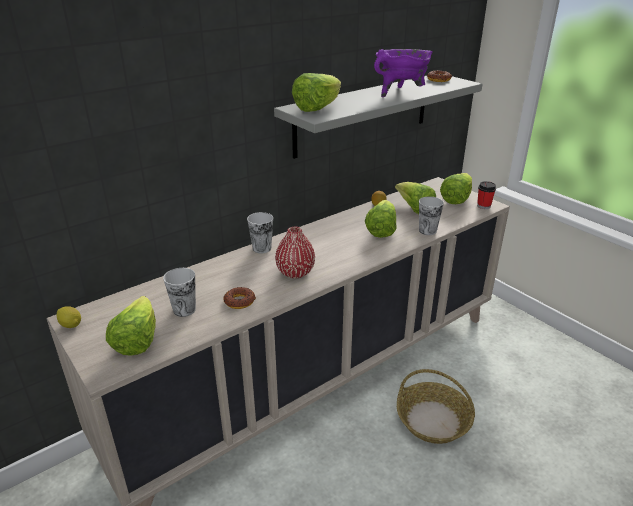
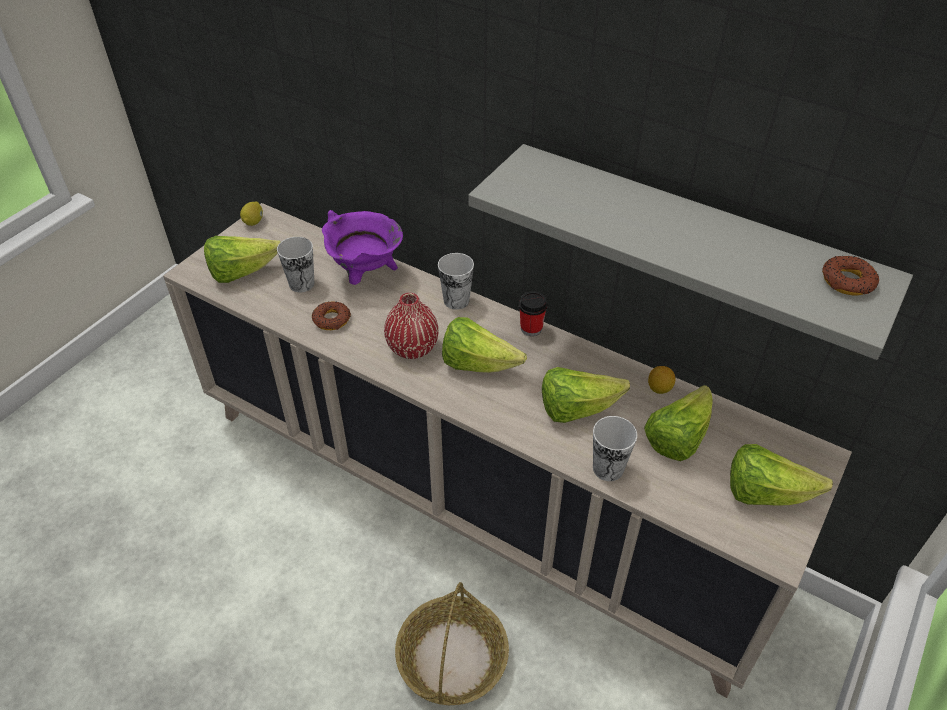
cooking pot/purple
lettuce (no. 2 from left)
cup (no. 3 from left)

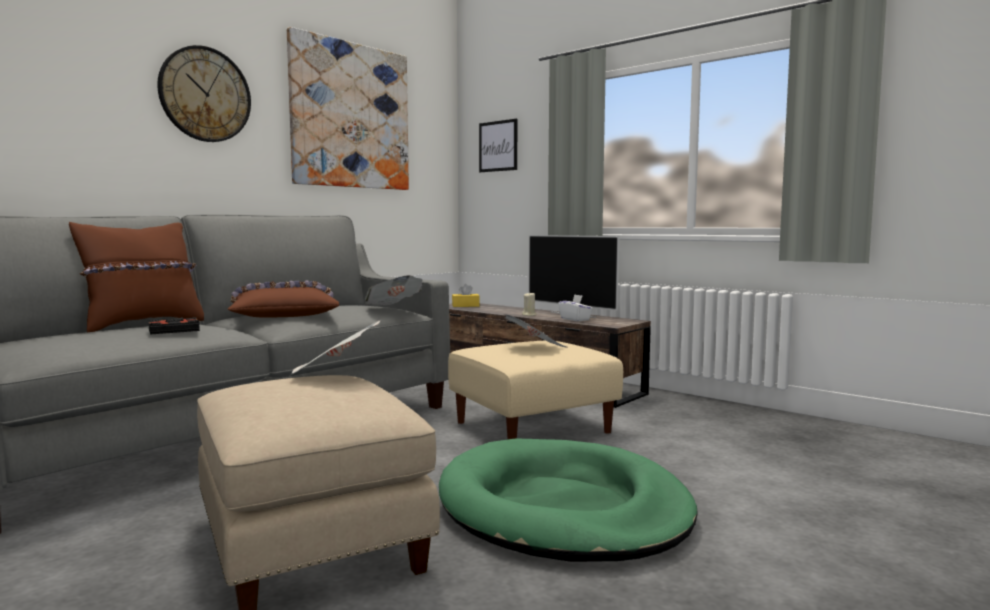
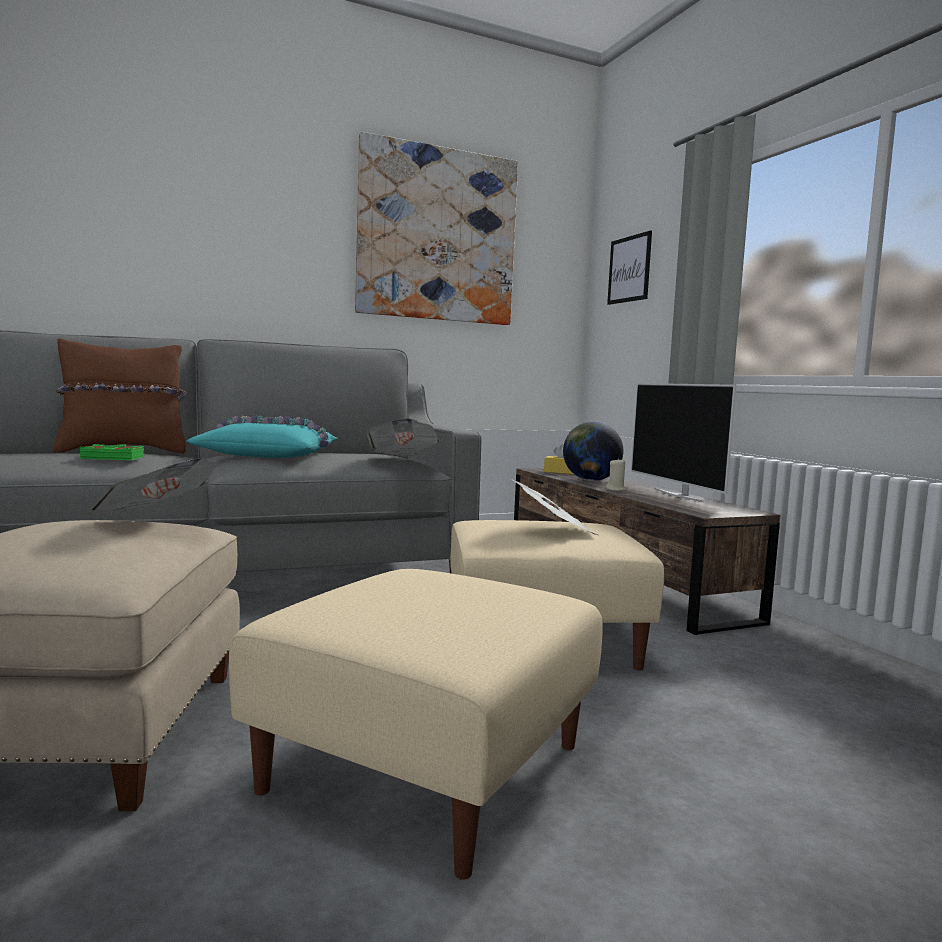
book/green
pillow/turquoise
ottoman/beige (no. 2 from left)
globe
wall clock
tissue box/white

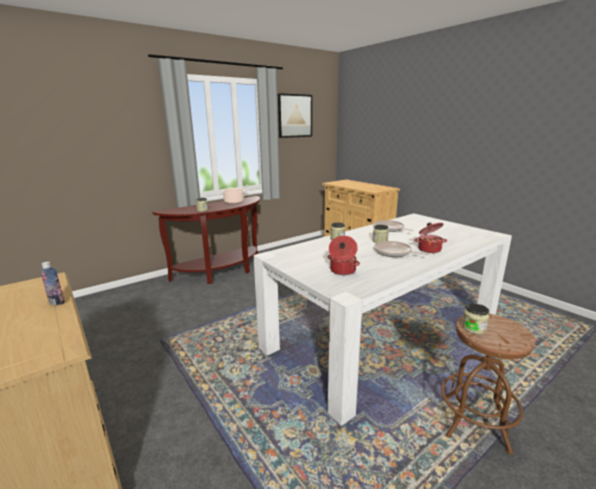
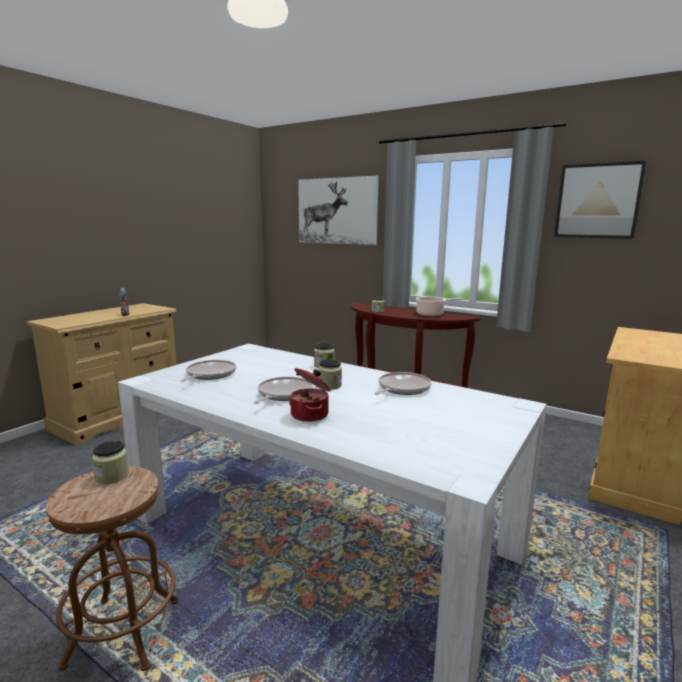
frying pan (no. 1 from left)
picture (no. 1 from left)

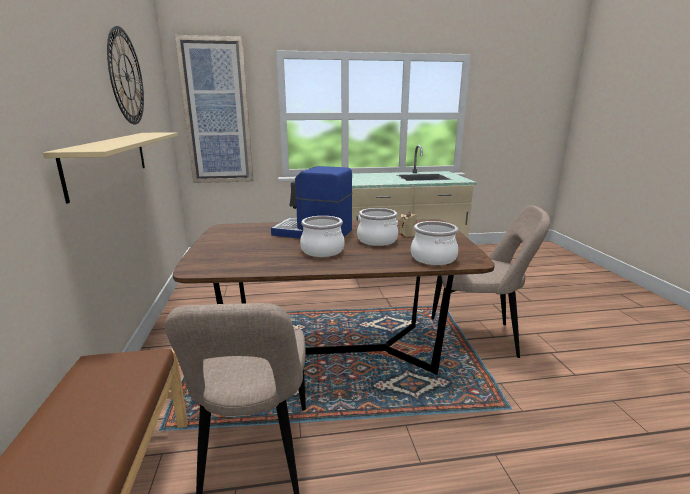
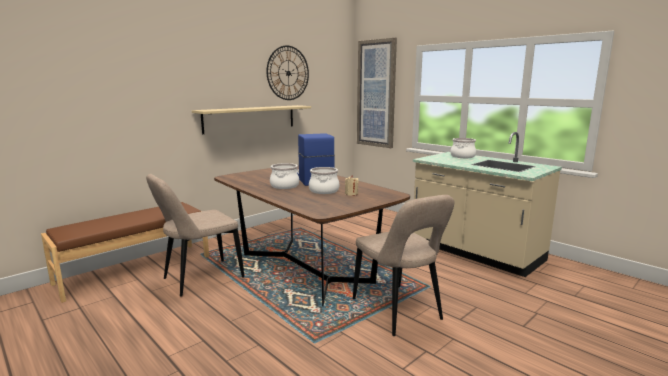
cooking pot (no. 3 from left)

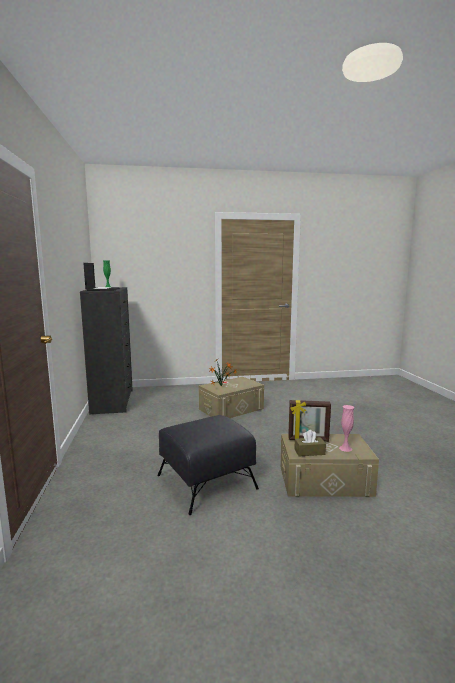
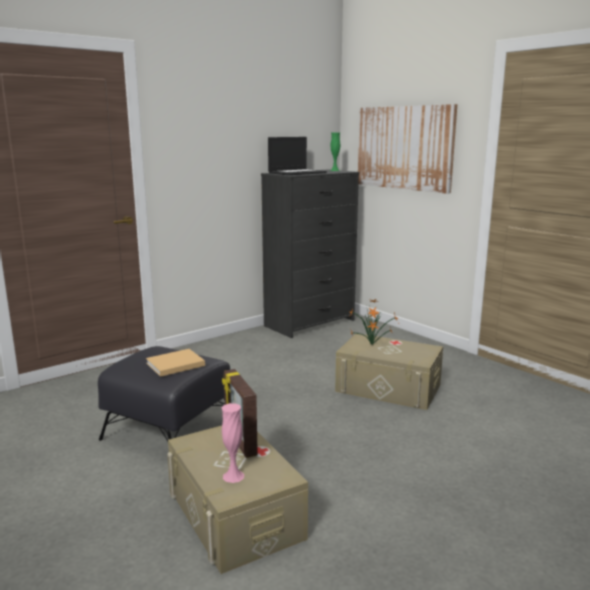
book/beige
picture
tissue box/brown

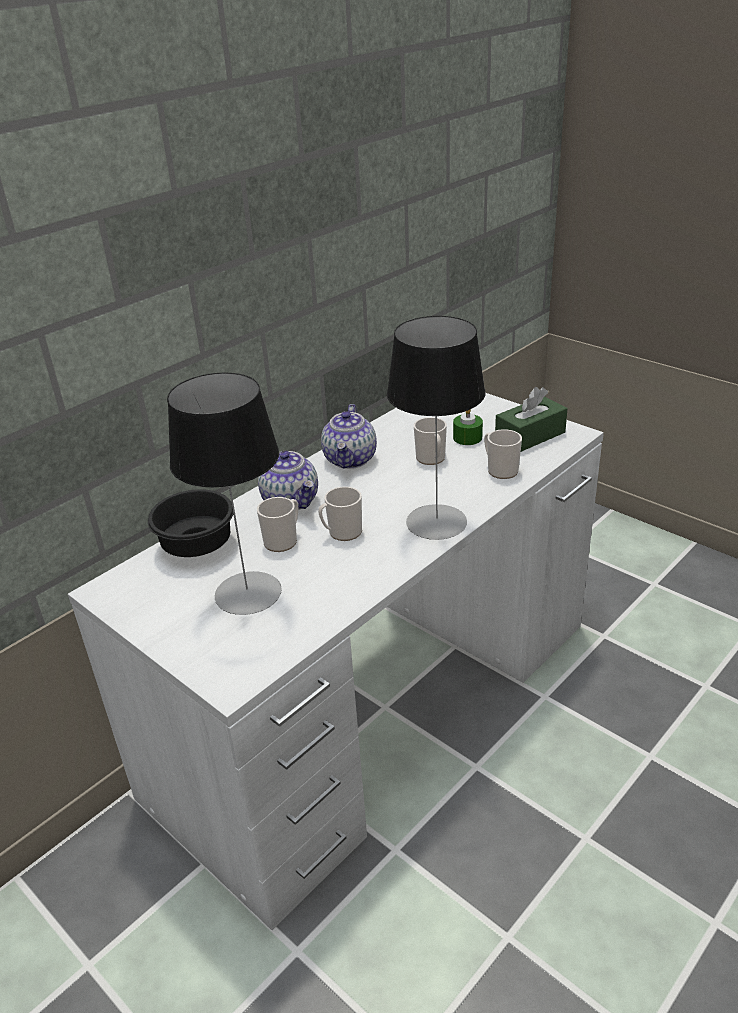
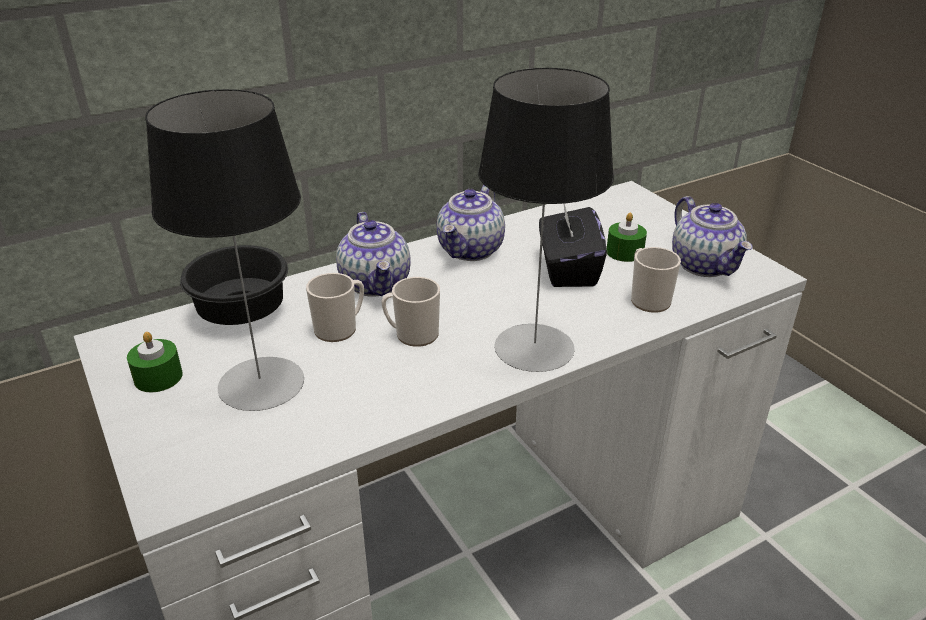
candle/green (no. 1 from left)
tissue box/black
teapot (no. 3 from left)

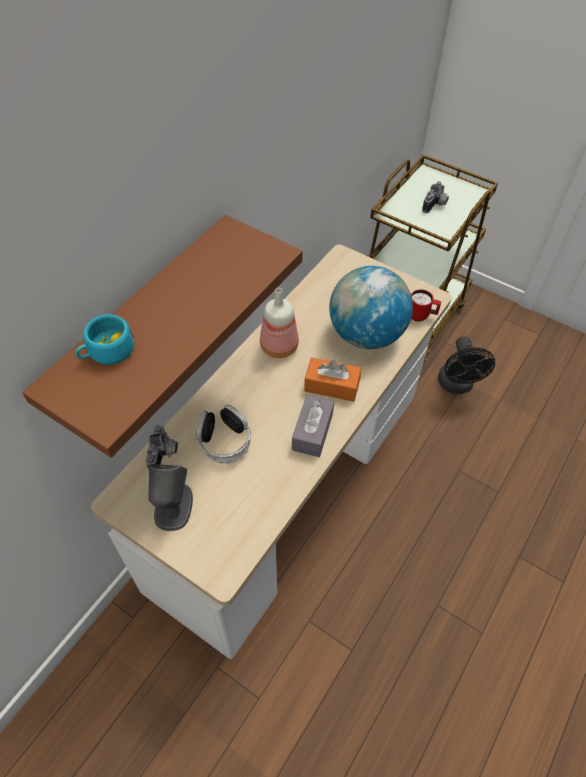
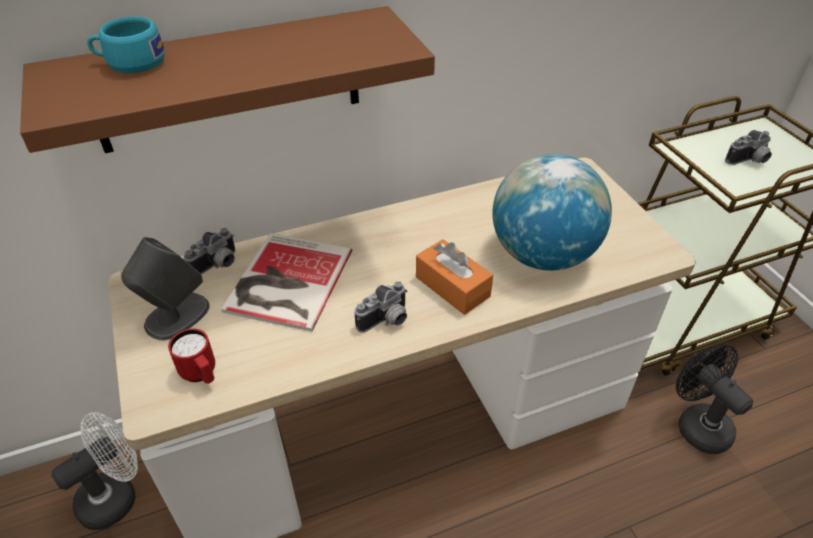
fan/white
mug/red
book
photo camera (no. 2 from left)
fan/black
bottle

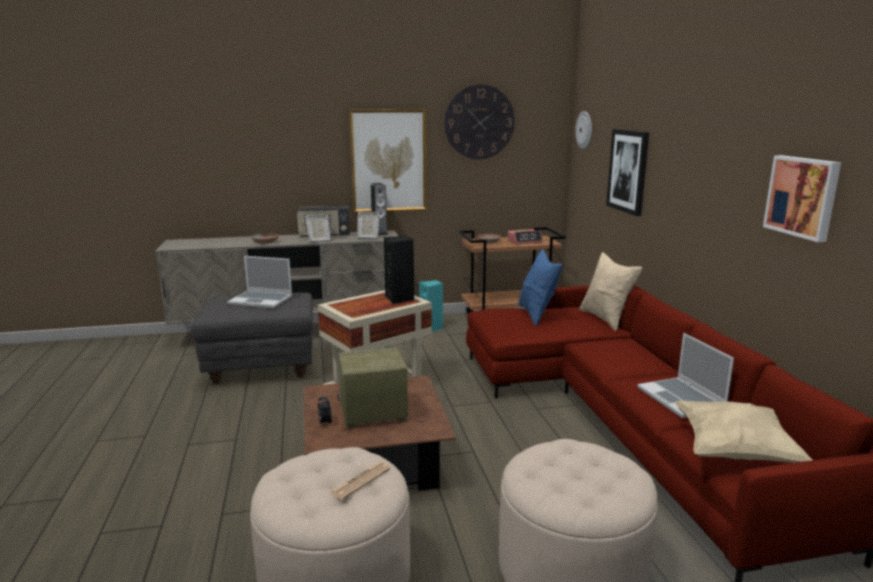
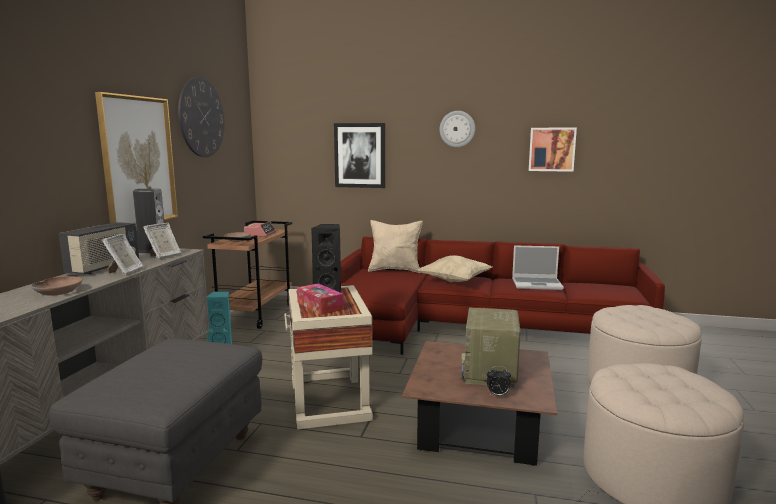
tissue box
pillow/beige (no. 2 from left)
wall clock (no. 2 from left)
laptop (no. 1 from left in the first image)
newspaper
pillow/blue

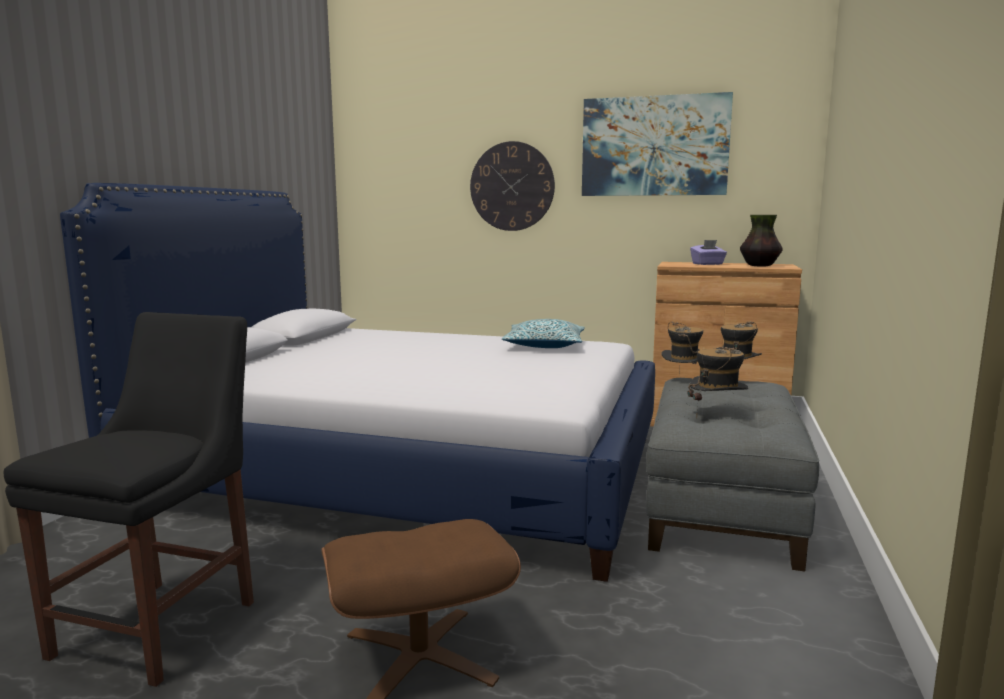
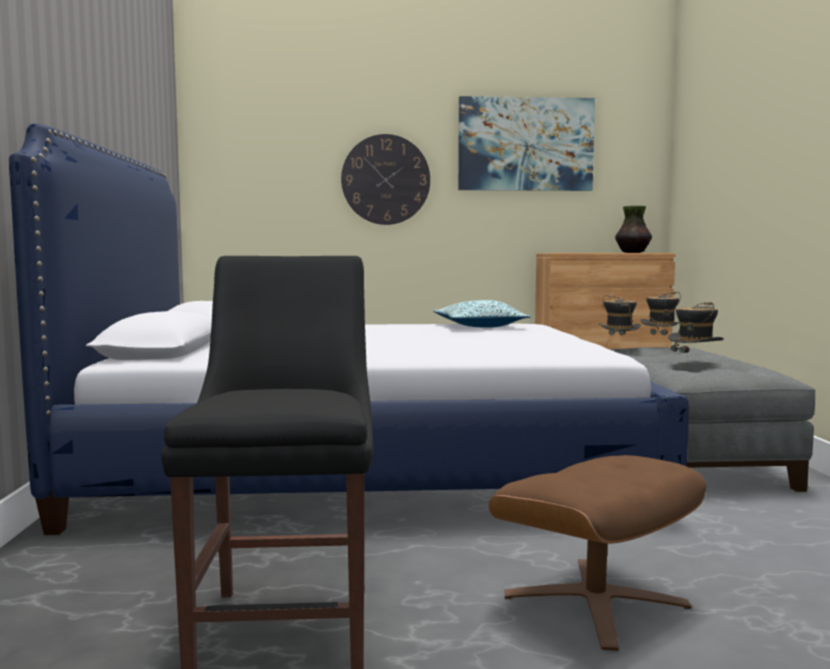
tissue box/purple

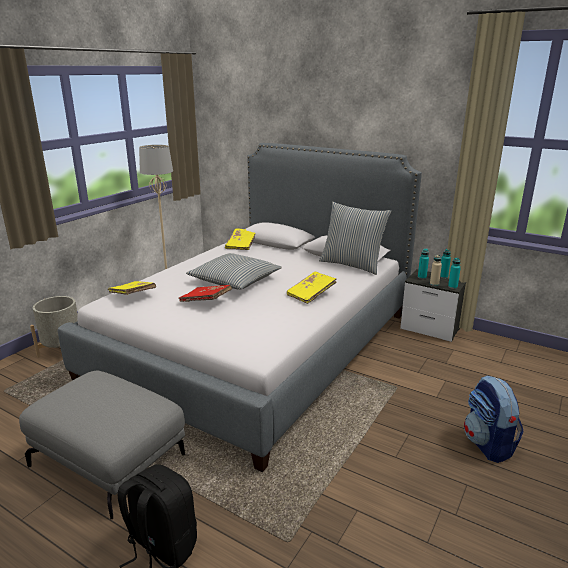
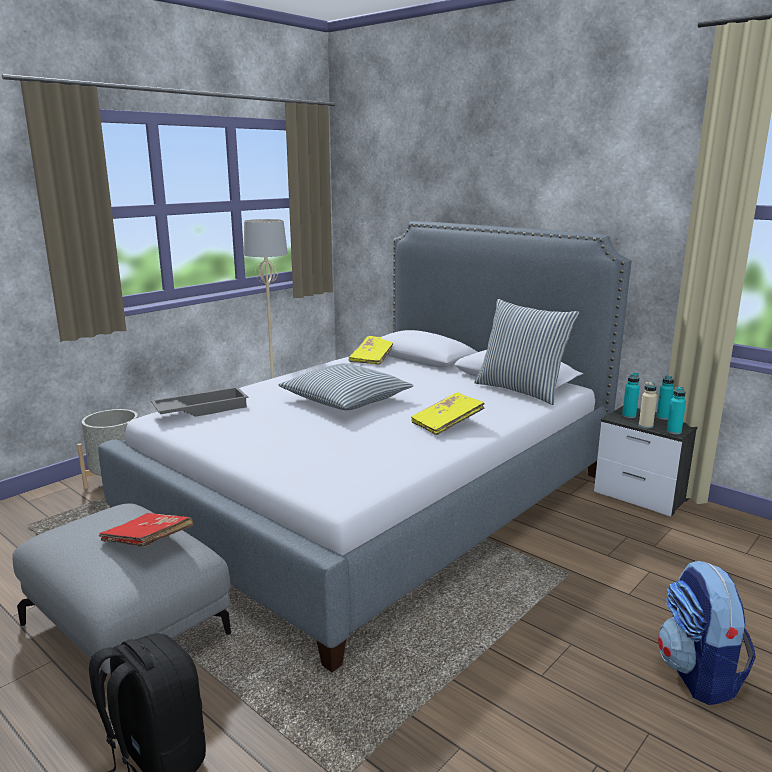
book/red
tray/grey

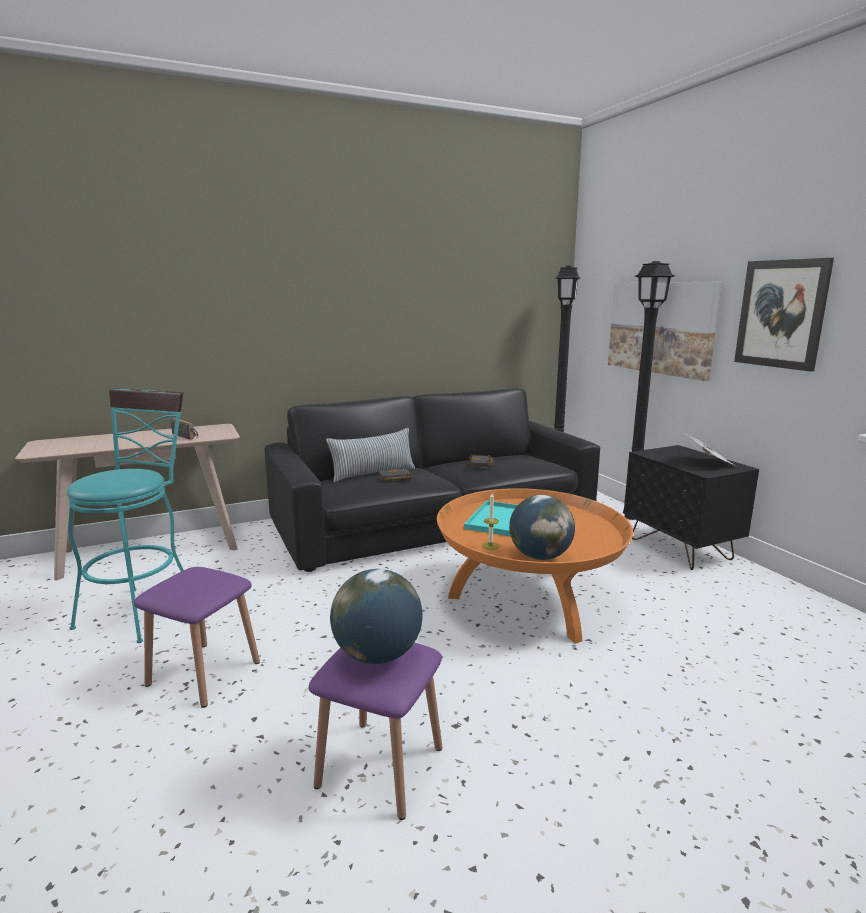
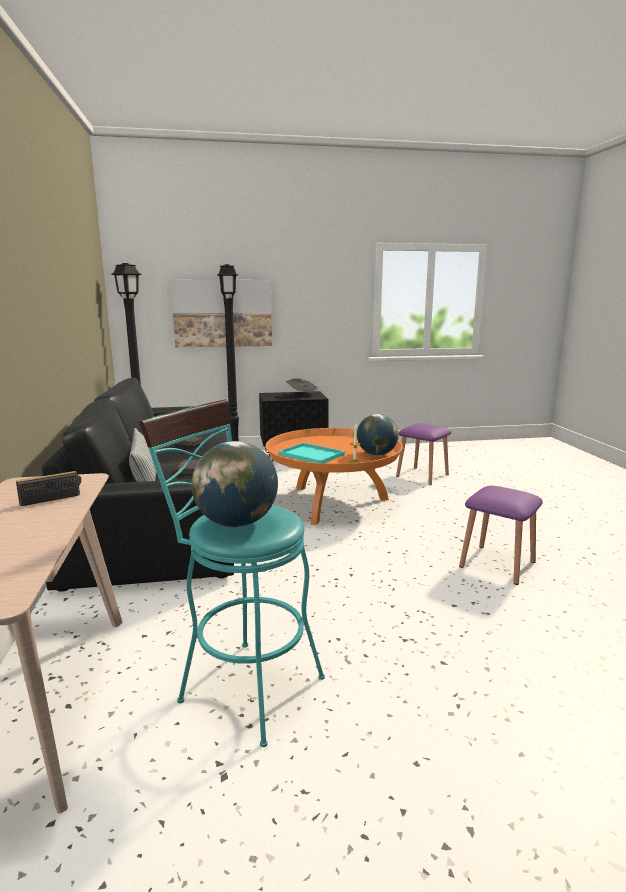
globe (no. 1 from left)
stool/purple (no. 1 from left)
picture (no. 2 from left in the first image)

